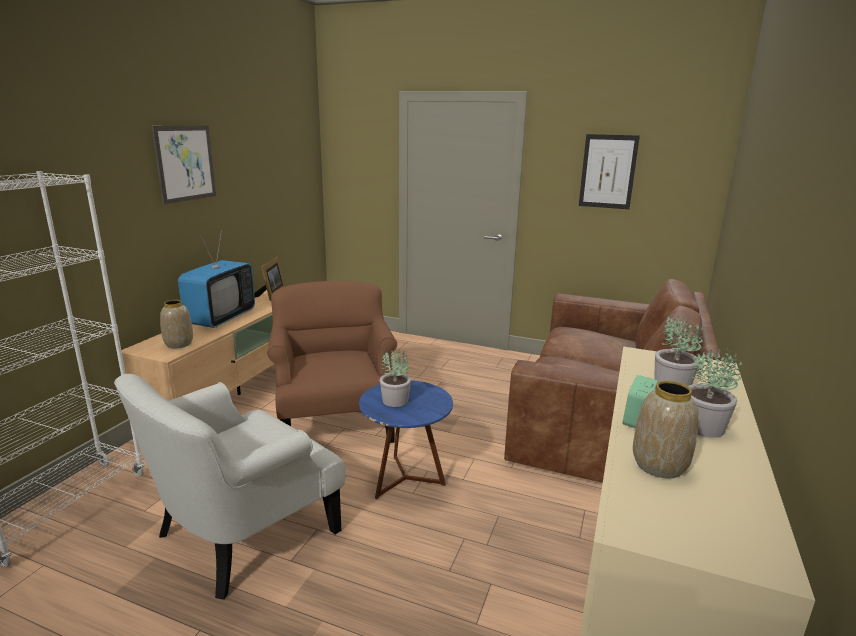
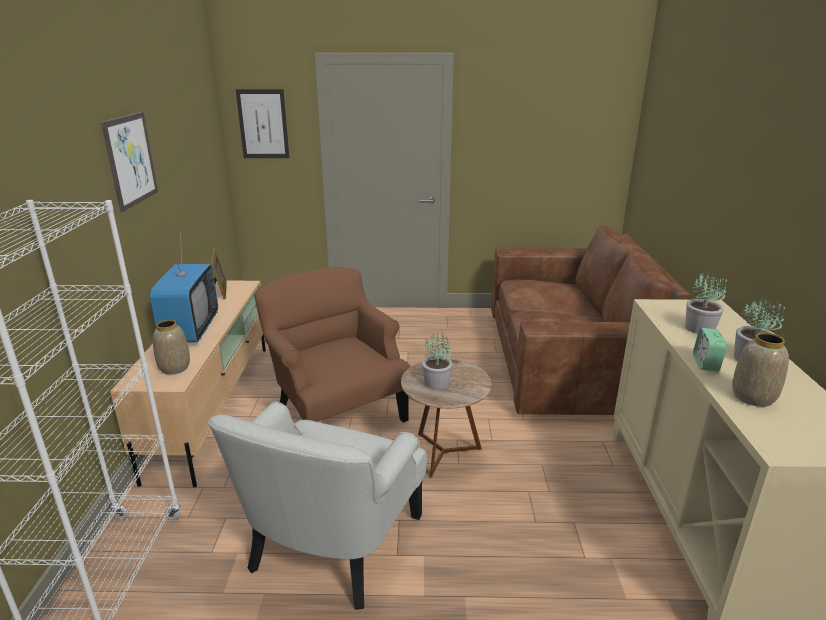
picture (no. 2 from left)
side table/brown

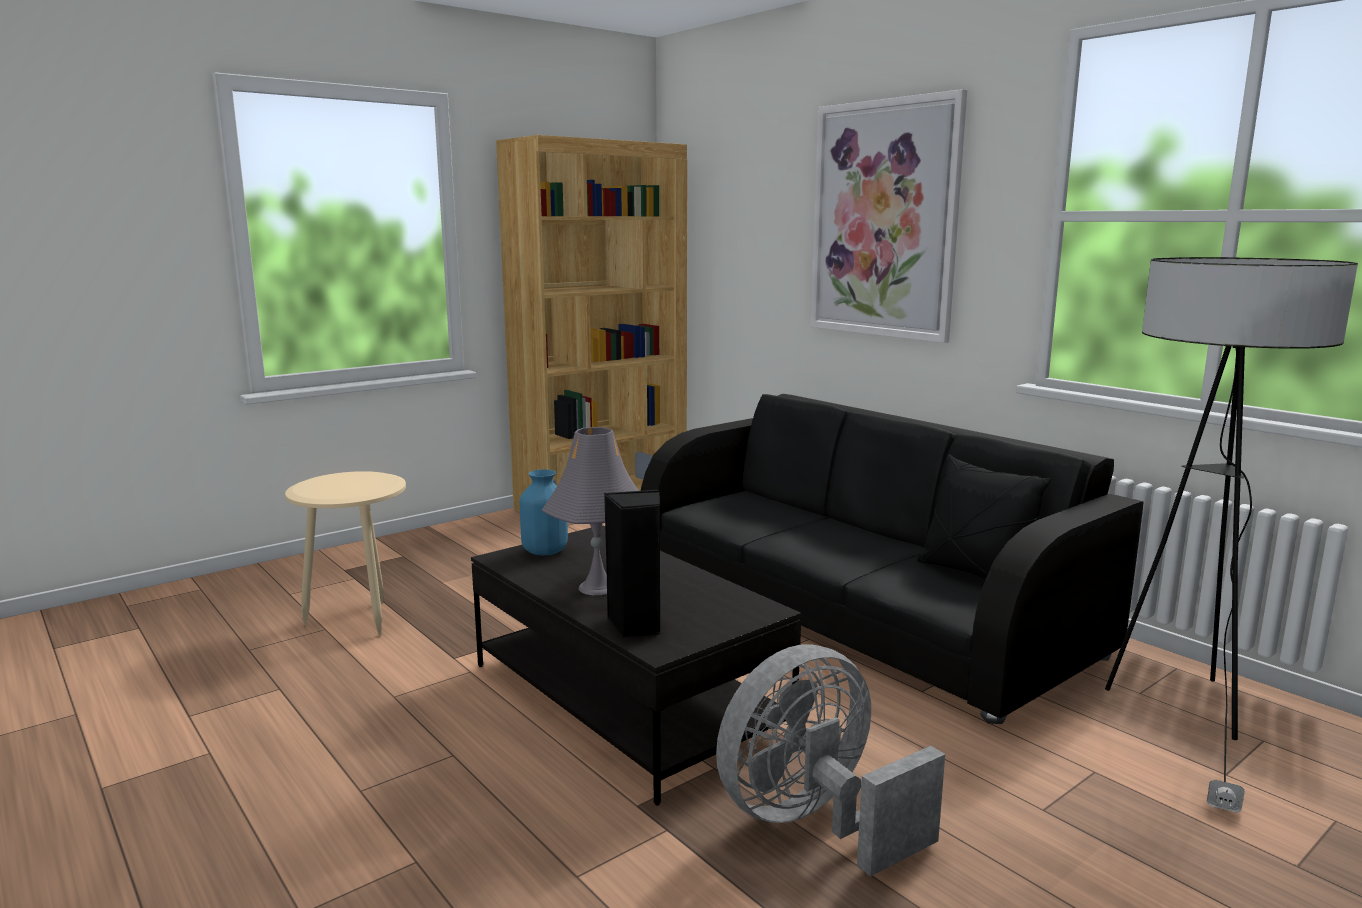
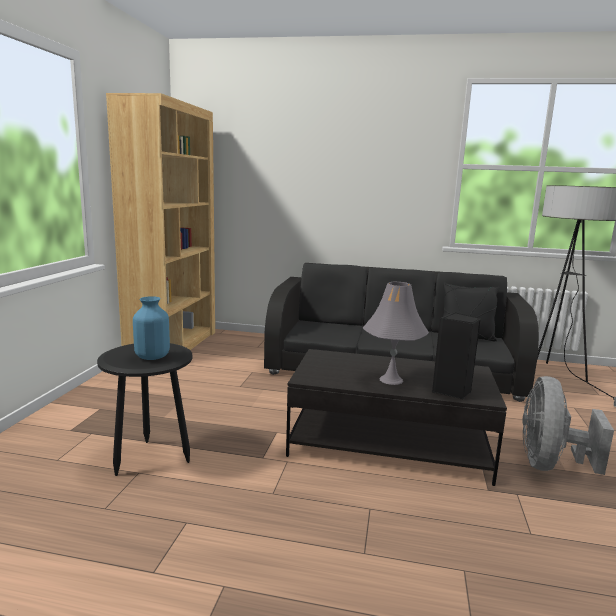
side table/black
vase/blue
picture

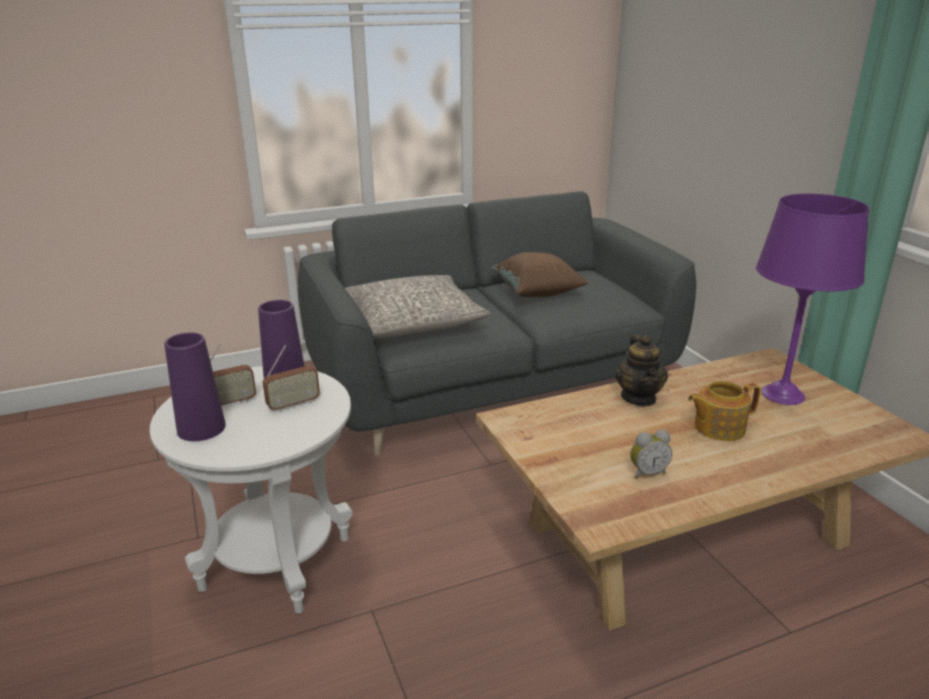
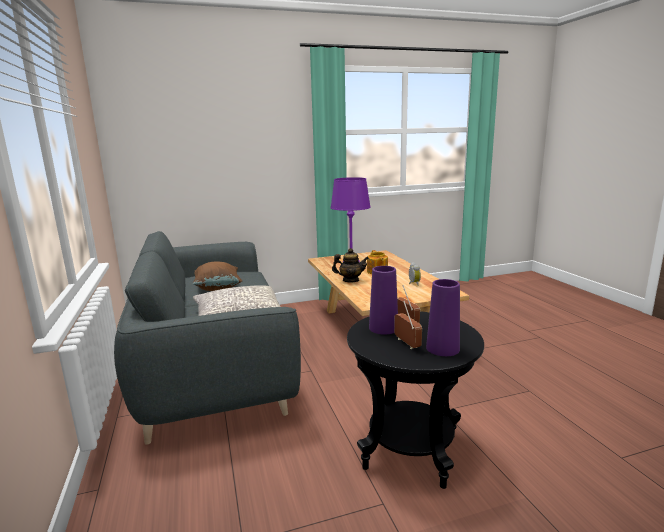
side table/black

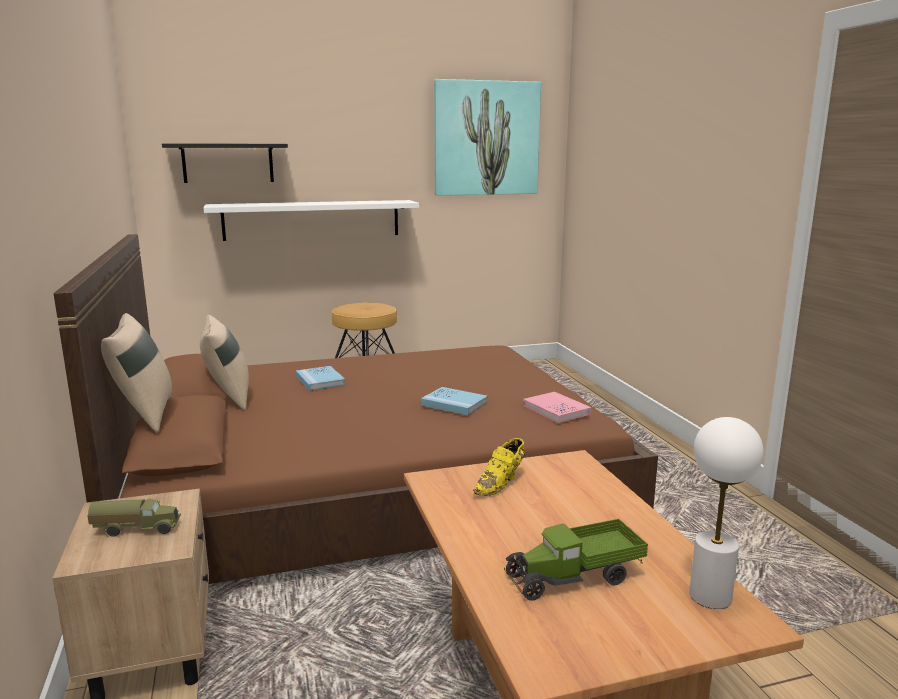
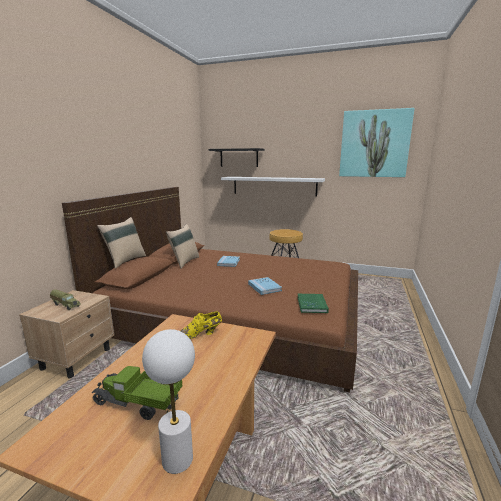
book/green

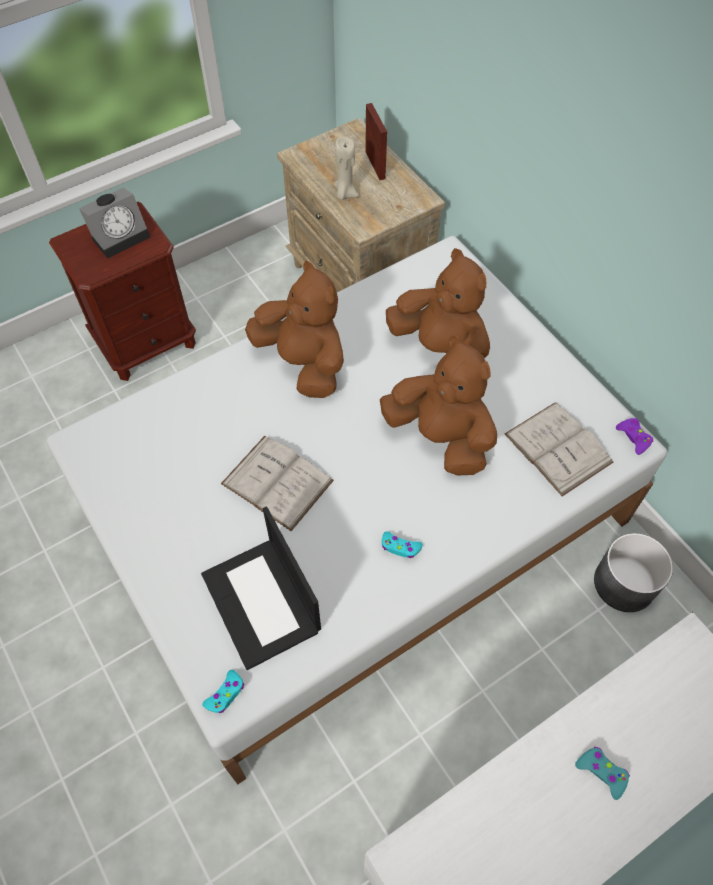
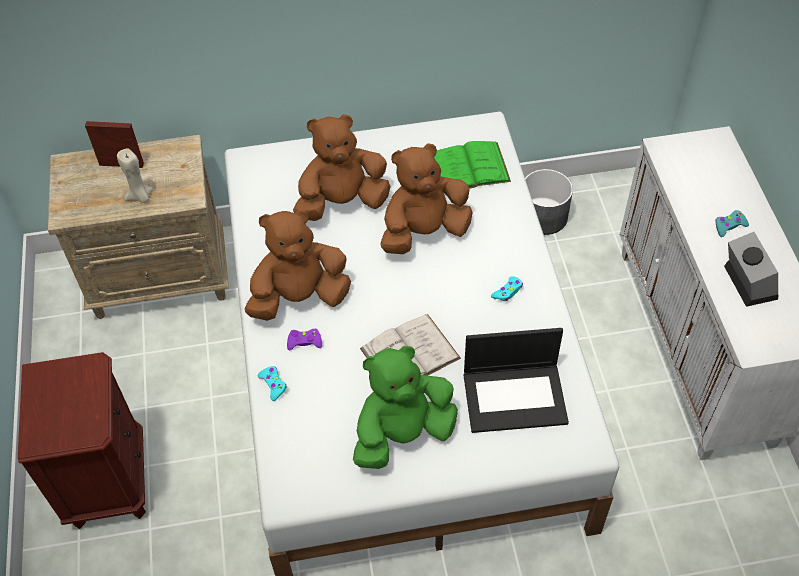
game controller/turquoise (no. 1 from left)
game controller/purple
plush toy/green
book/green
alarm clock

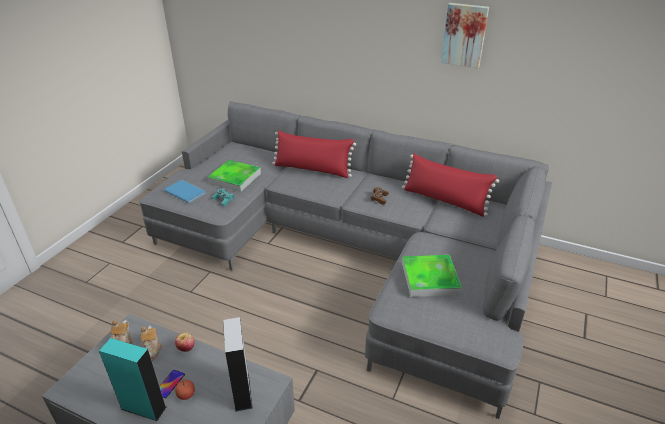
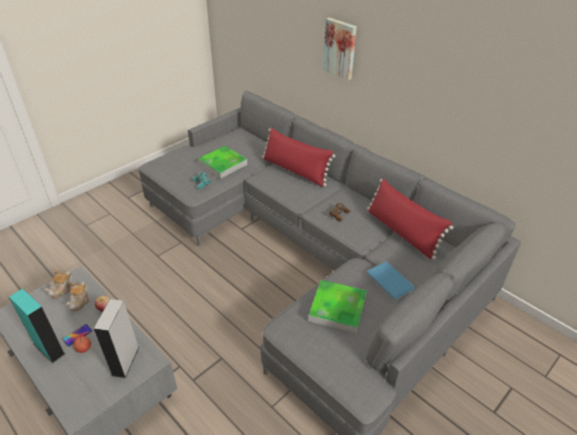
picture
book/blue

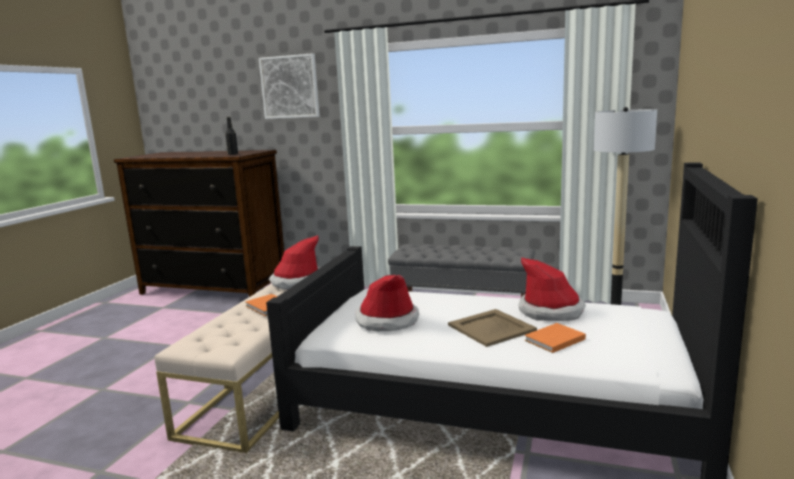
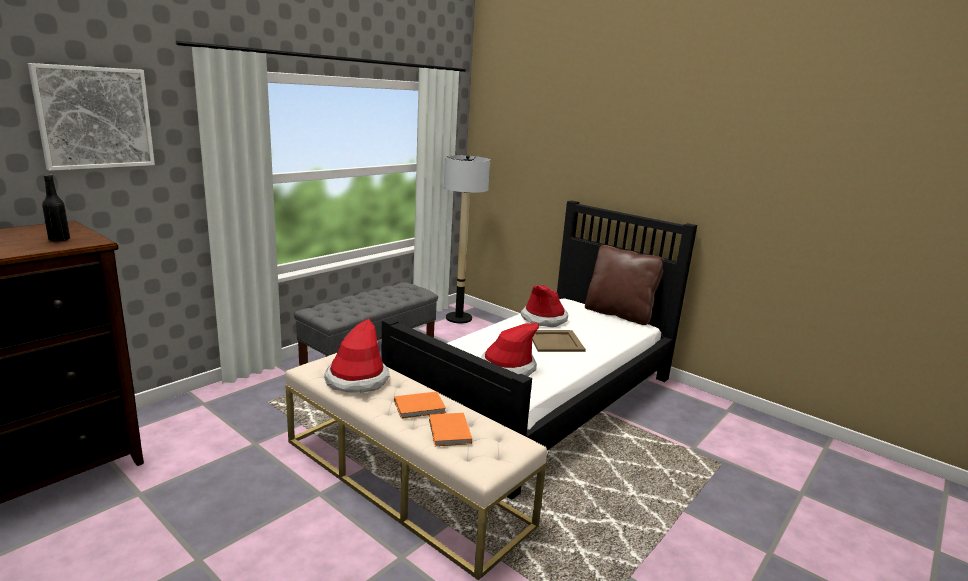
book/orange (no. 2 from left)
pillow/brown

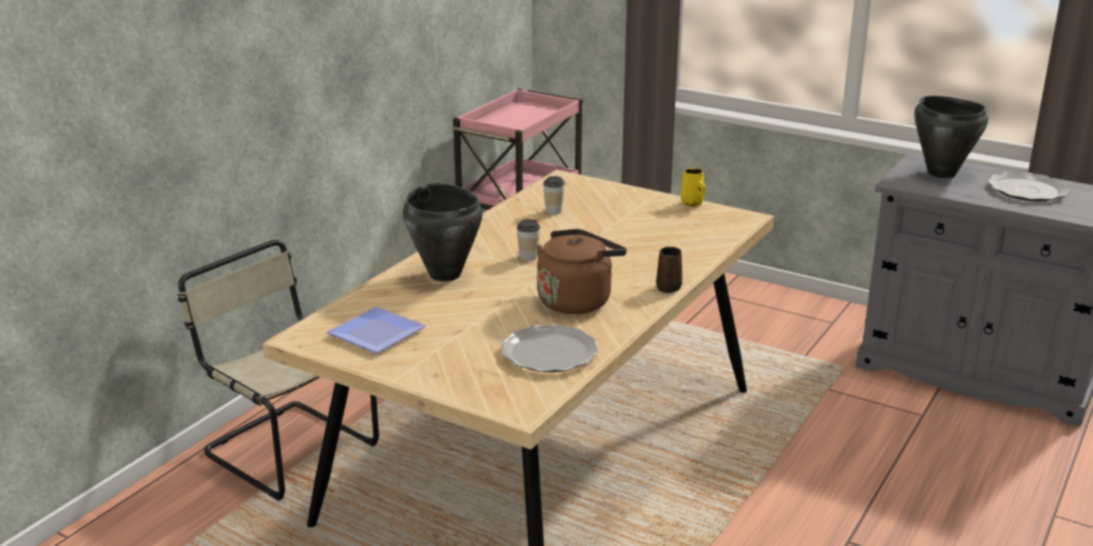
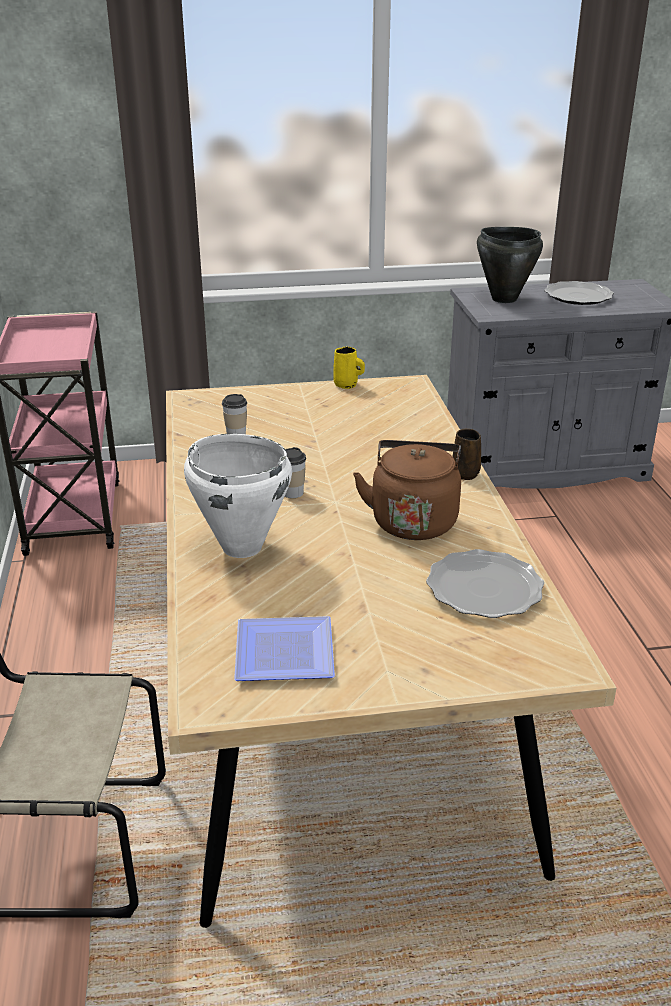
cooking pot/white

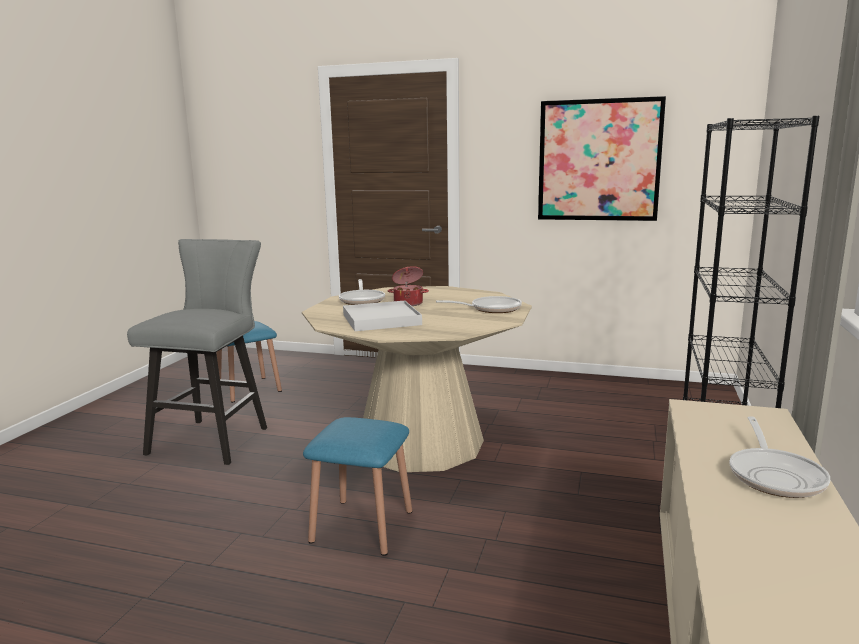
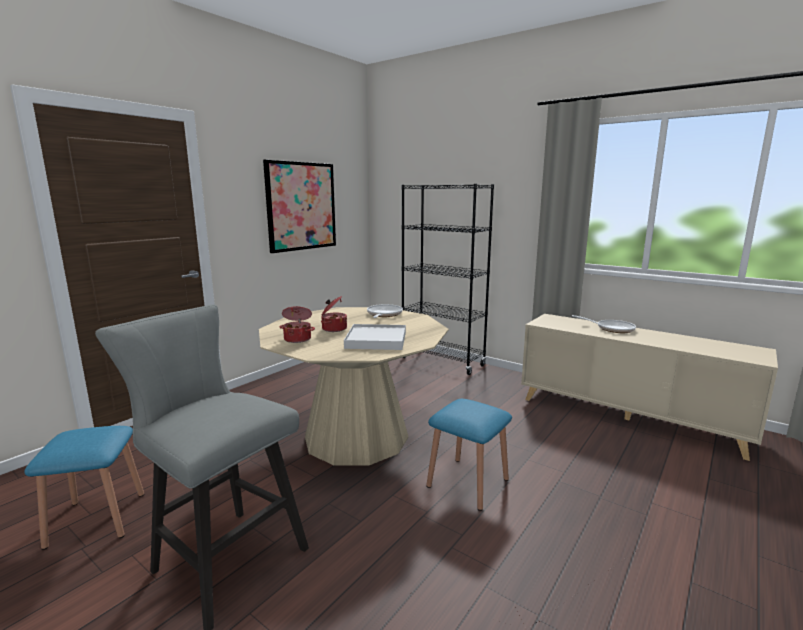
cooking pot (no. 1 from left)

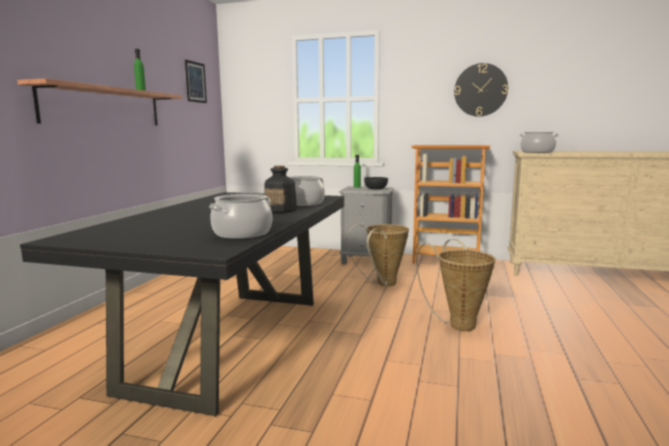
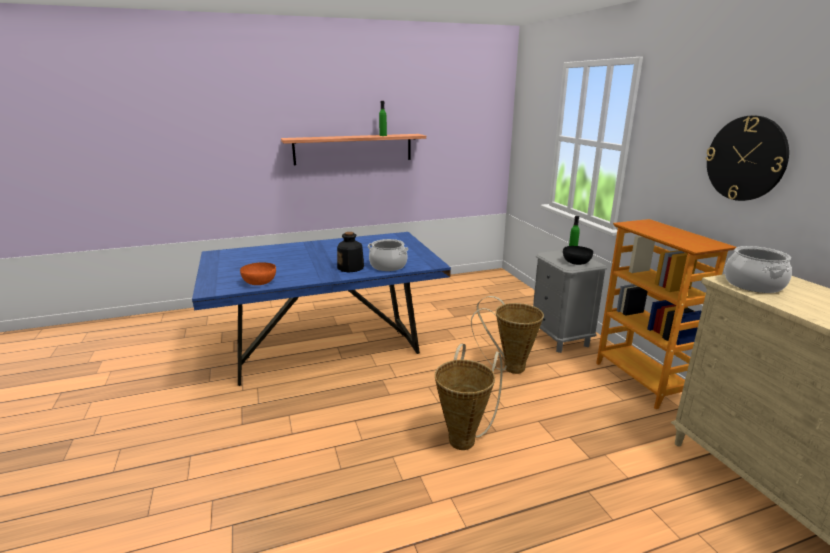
dining table/blue
bowl/orange
picture

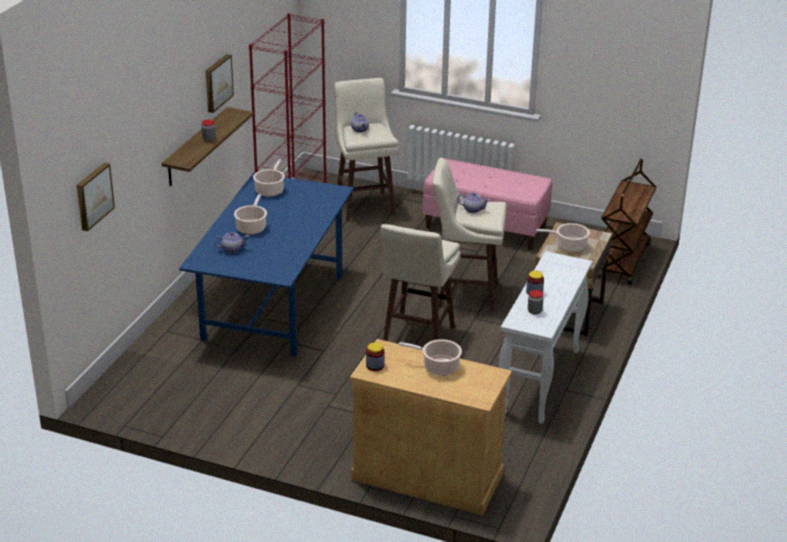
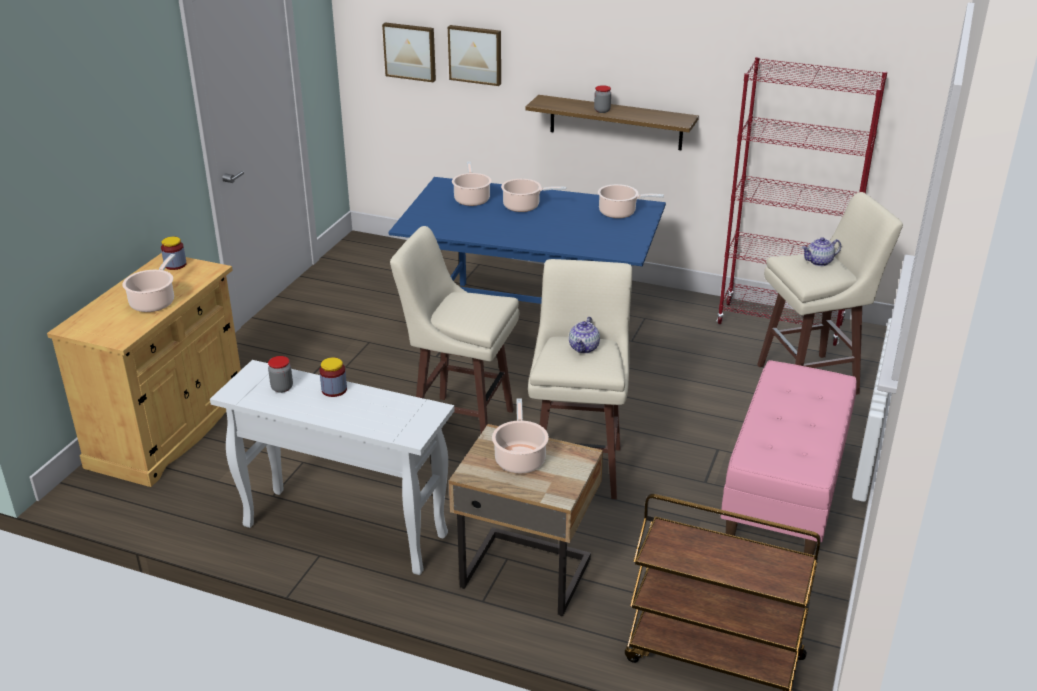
picture (no. 2 from left)
cooking pot (no. 2 from left)

